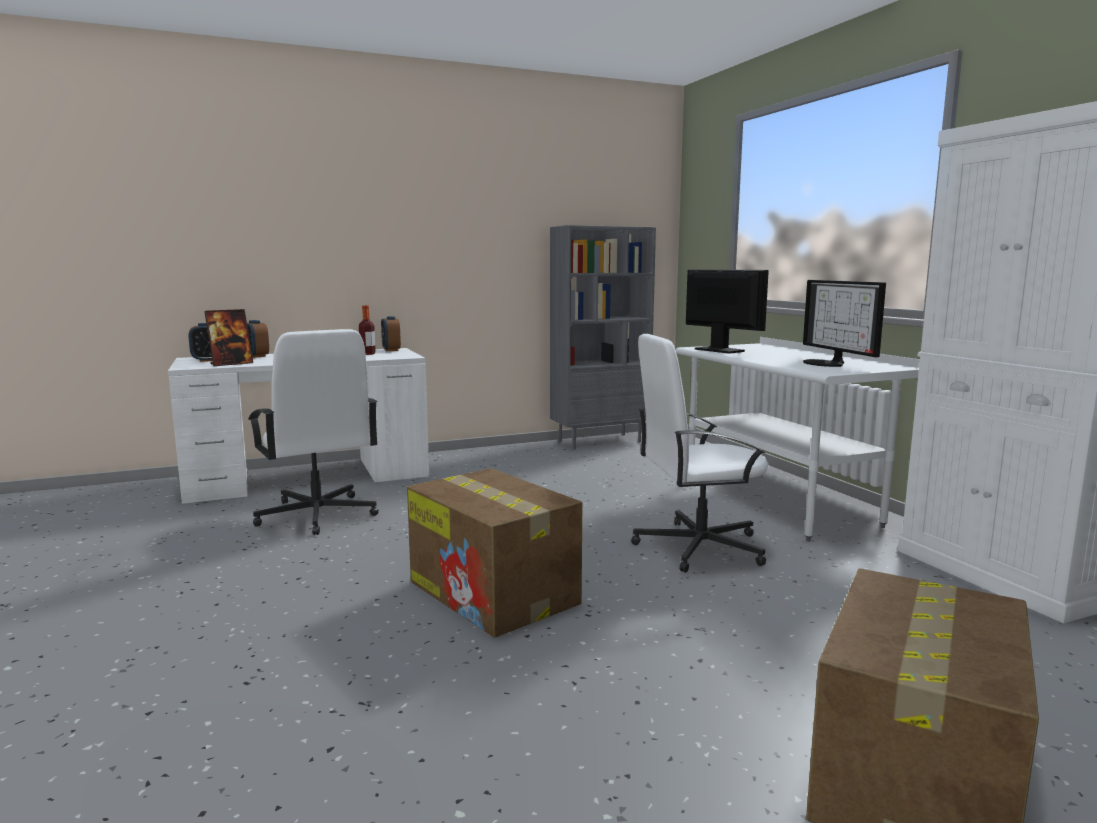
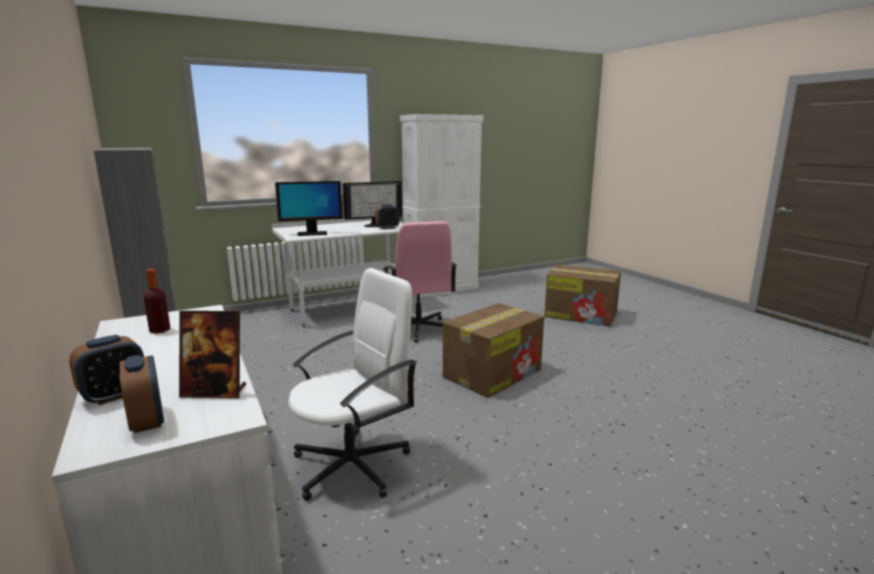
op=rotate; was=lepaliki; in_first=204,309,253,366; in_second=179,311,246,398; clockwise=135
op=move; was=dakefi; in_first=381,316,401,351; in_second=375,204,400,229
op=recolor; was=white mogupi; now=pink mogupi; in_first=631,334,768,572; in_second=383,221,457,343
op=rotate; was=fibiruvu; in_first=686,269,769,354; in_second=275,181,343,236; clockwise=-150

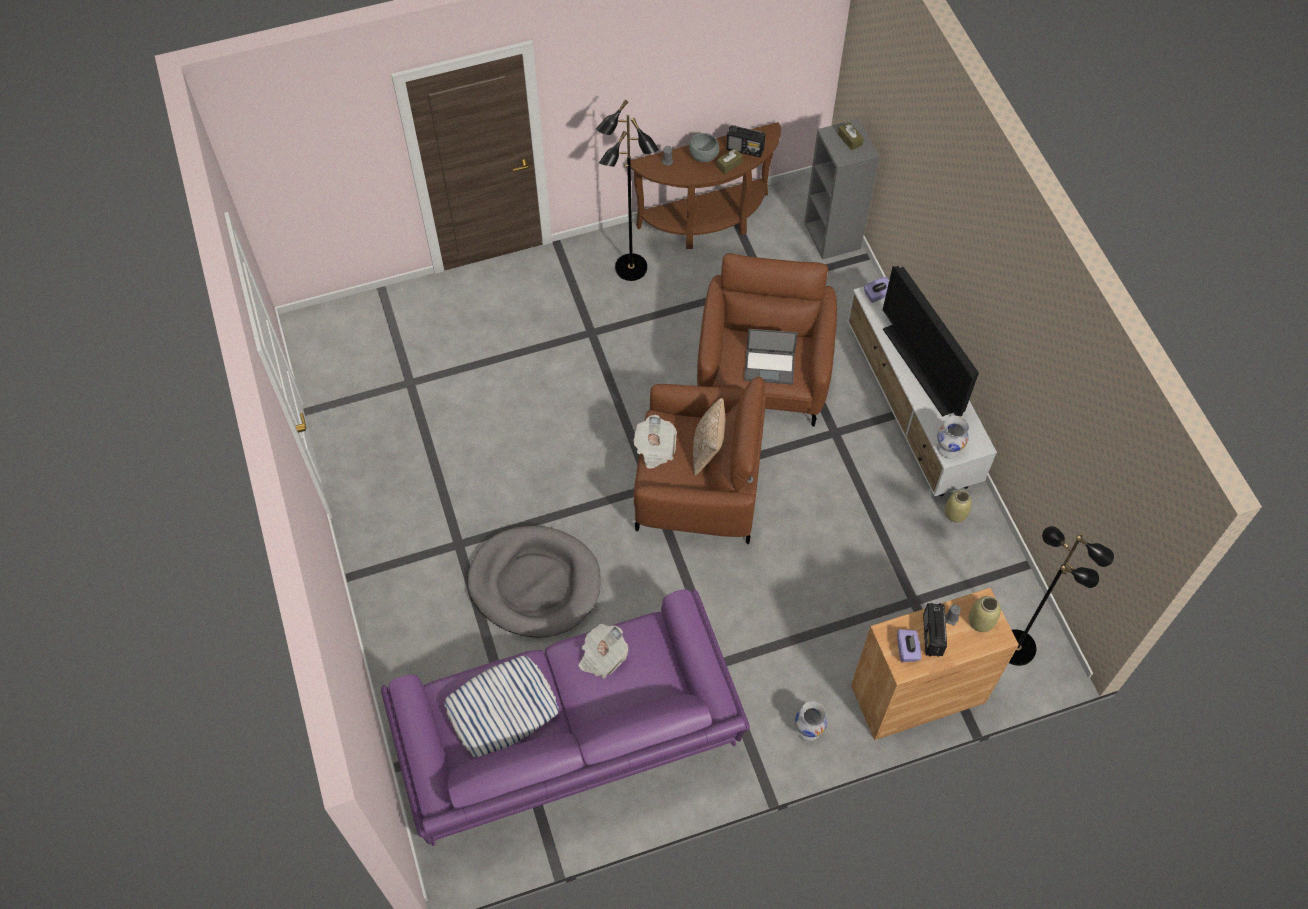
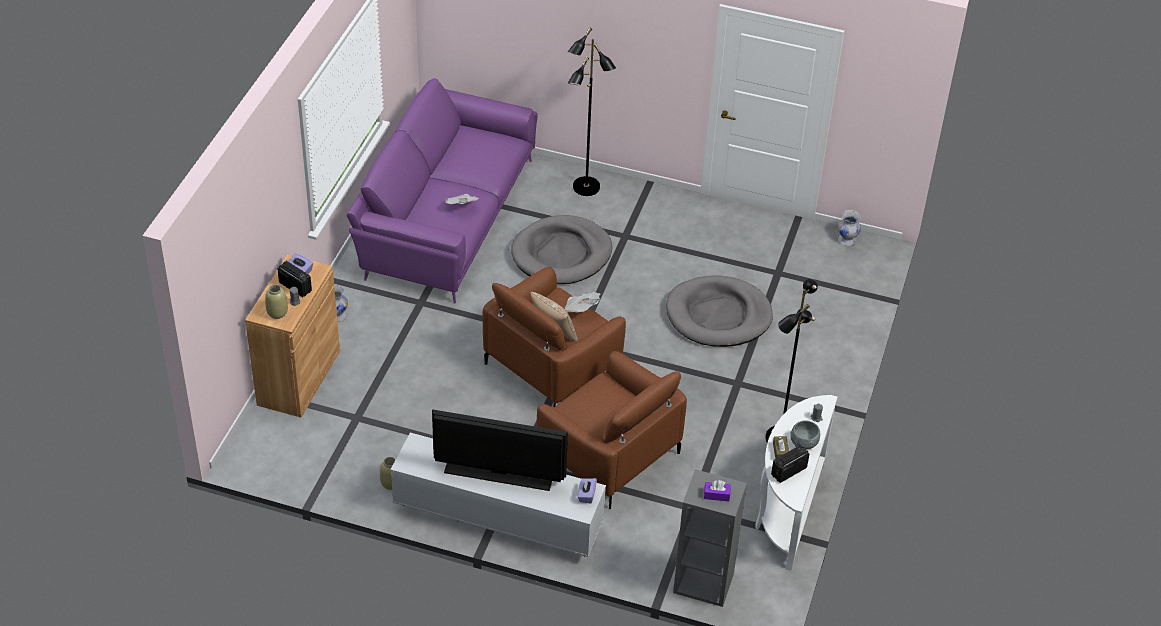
op=delete; was=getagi; in_first=444,656,559,757
op=recolor; was=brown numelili; now=white numelili; in_first=631,122,781,249; in_second=755,395,837,571
op=delete; was=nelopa; in_first=744,329,798,385
op=recolor; was=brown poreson; now=purple poreson; in_first=838,122,864,150; in_second=704,480,731,502
op=move; was=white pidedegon; in_first=937,416,969,458; in_second=838,210,861,246
op=move; was=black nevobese; in_first=1009,526,1114,666; in_second=568,27,616,196
op=insert; now=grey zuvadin; in_second=666,275,773,347

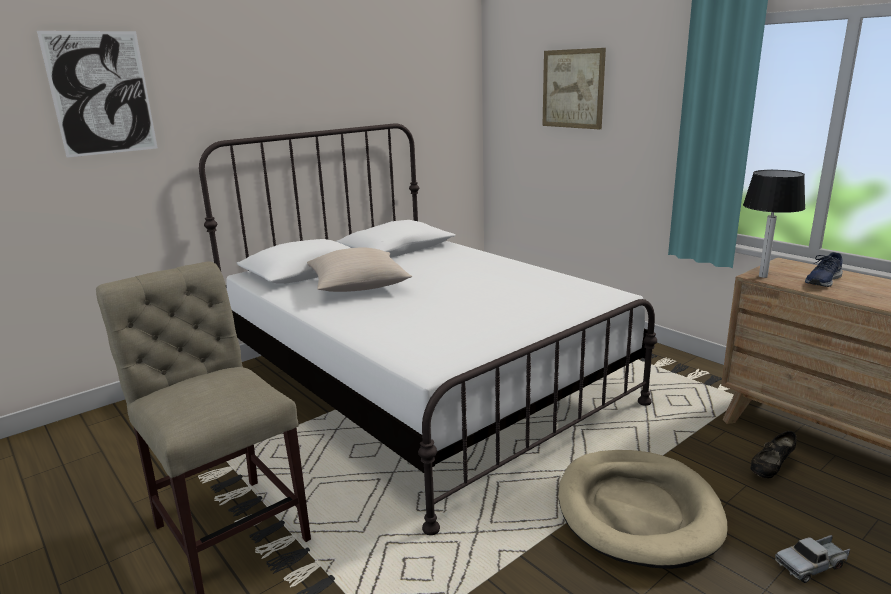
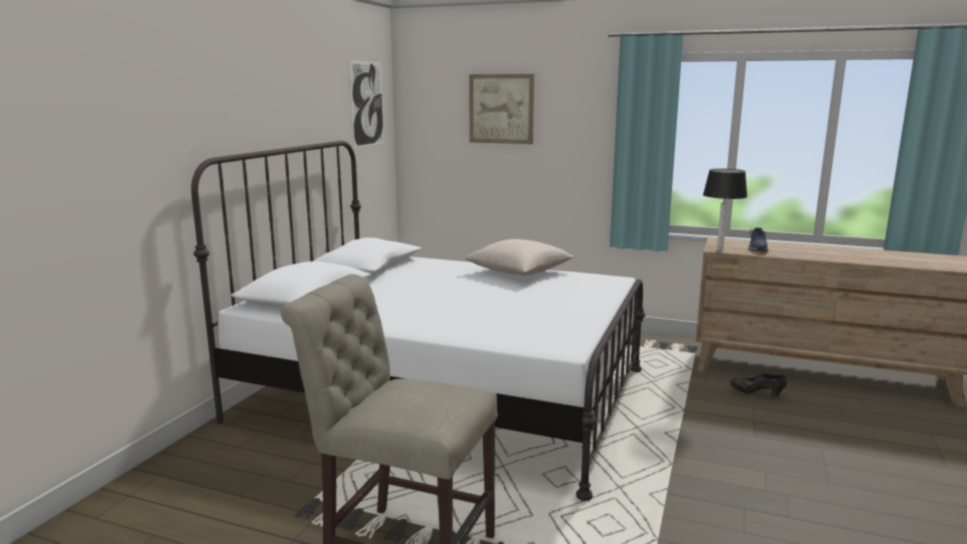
op=move; was=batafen; in_first=37,31,158,158; in_second=349,60,384,148
op=move; was=beige getagi; in_first=307,247,412,292; in_second=465,239,575,275
op=delete; was=beige zuvadin; in_first=558,450,728,569
op=rotate; was=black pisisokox; in_first=750,431,797,479; in_second=730,373,787,397; clockwise=90
op=delete; was=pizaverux; in_first=775,535,850,583

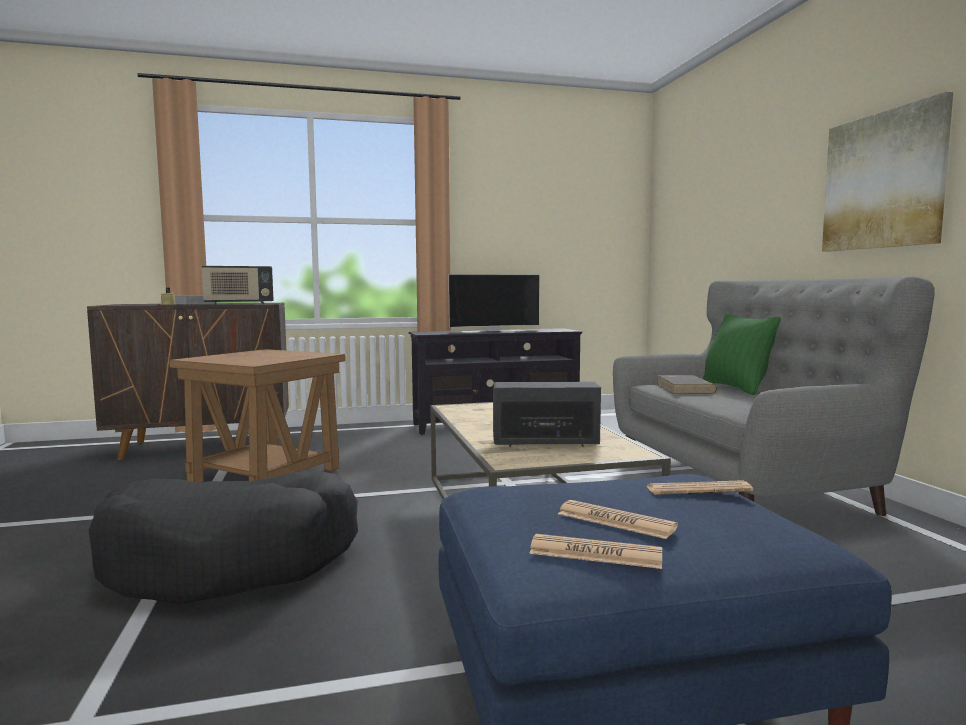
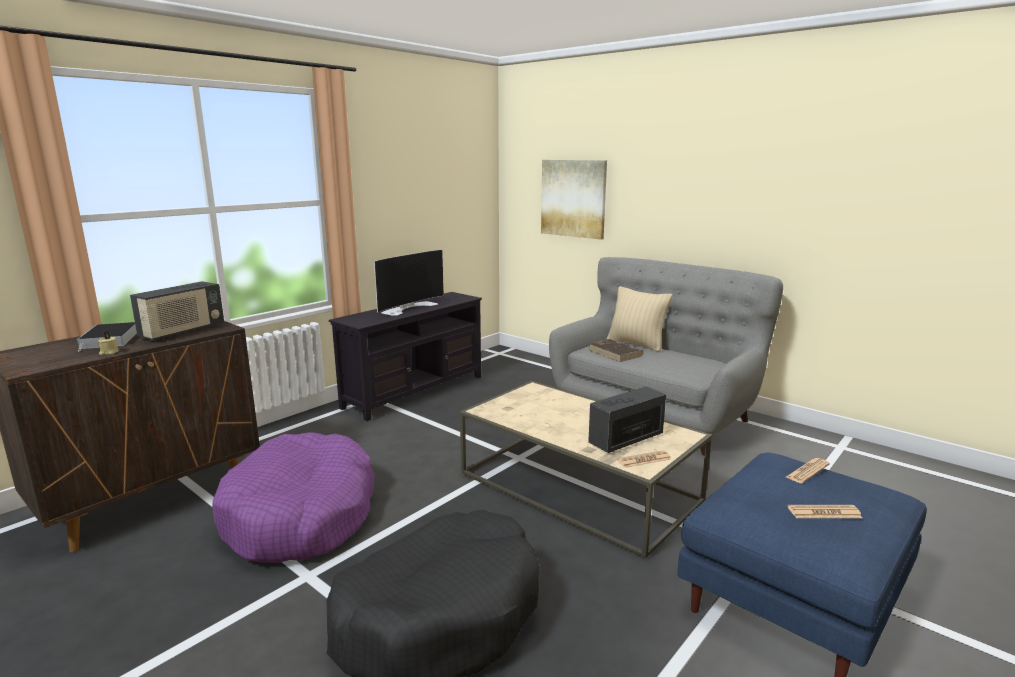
op=replace; was=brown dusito; now=purple zuvadin; in_first=169,349,345,483; in_second=212,432,375,563
op=move; was=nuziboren; in_first=529,534,662,569; in_second=617,450,671,468
op=recolor; was=green getagi; now=beige getagi; in_first=703,314,781,395; in_second=607,286,672,352
op=move; was=batafen; in_first=822,92,953,252; in_second=541,160,607,240

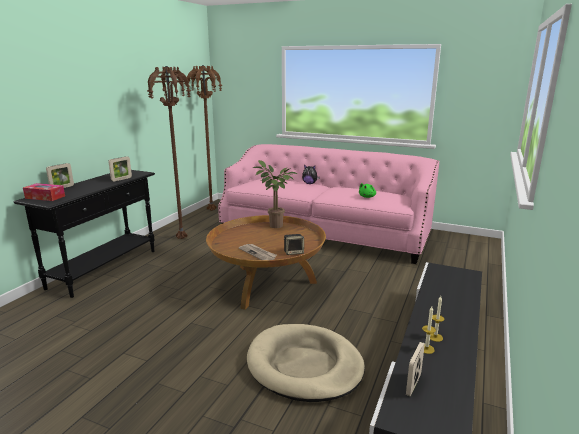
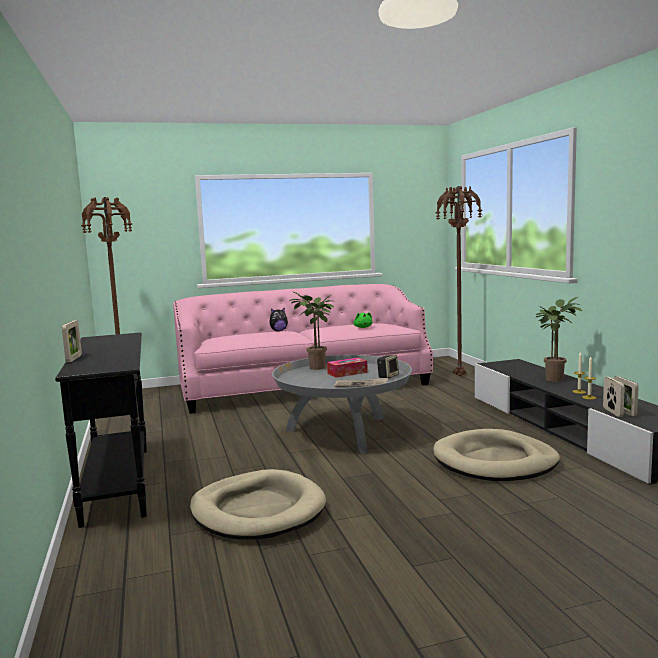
op=move; was=poreson; in_first=23,183,65,201; in_second=327,358,368,378
op=move; was=lepaliki; in_first=108,156,132,181; in_second=603,377,625,417
op=move; was=brown nevobese; in_first=147,66,191,239; in_second=436,186,483,376
op=recolor; was=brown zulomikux; now=grey zulomikux; in_first=206,215,326,310; in_second=272,355,412,454
op=insert; now=beige zuvadin; in_second=190,469,326,540
op=insert; now=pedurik; in_second=536,297,582,382

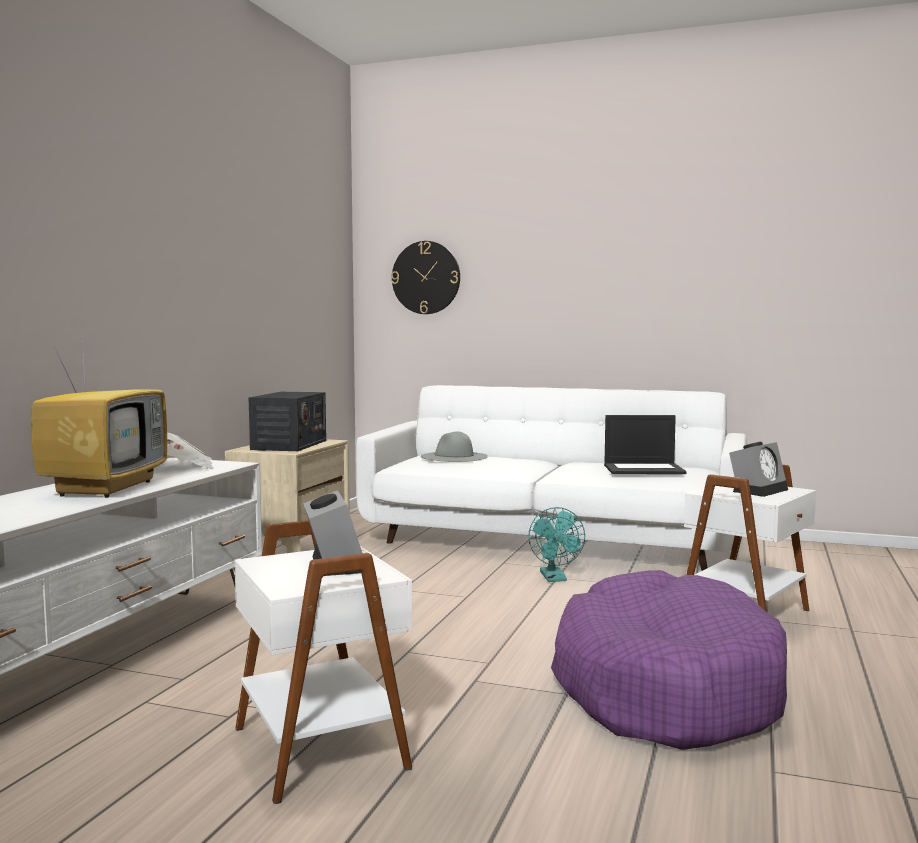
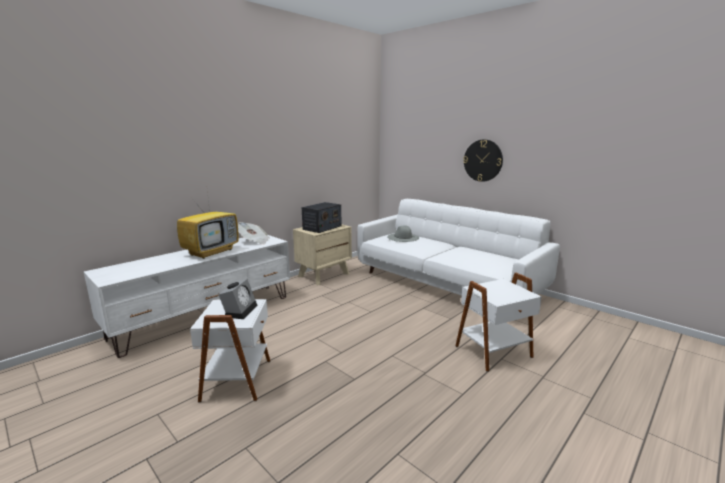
op=move; was=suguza; in_first=391,241,460,314; in_second=463,139,503,182
op=delete; was=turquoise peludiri; in_first=528,507,585,582
op=delete; was=purple zuvadin; in_first=551,570,787,750
op=delete; was=nelopa; in_first=604,415,687,474
op=delete; was=dakefi; in_first=729,442,788,497

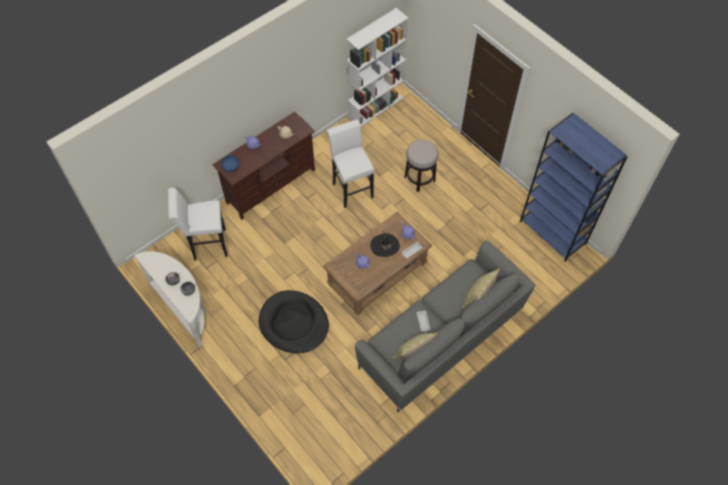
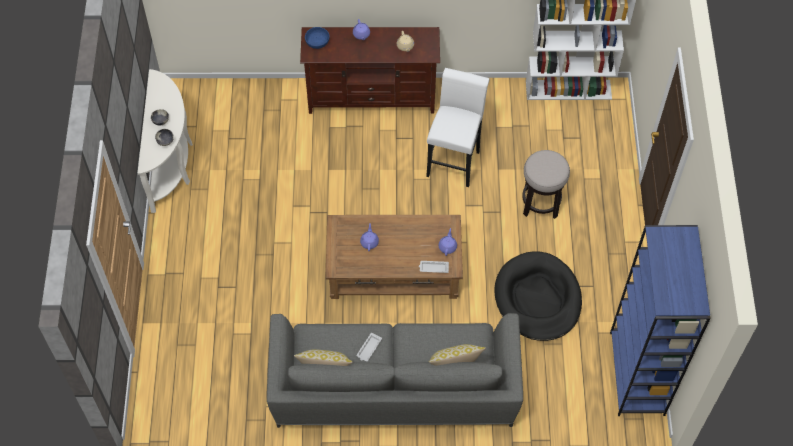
op=delete; was=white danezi; in_first=168,188,228,261
op=move; was=black zuvadin; in_first=259,290,329,353; in_second=494,251,582,341
op=delete; was=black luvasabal; in_first=370,231,400,257

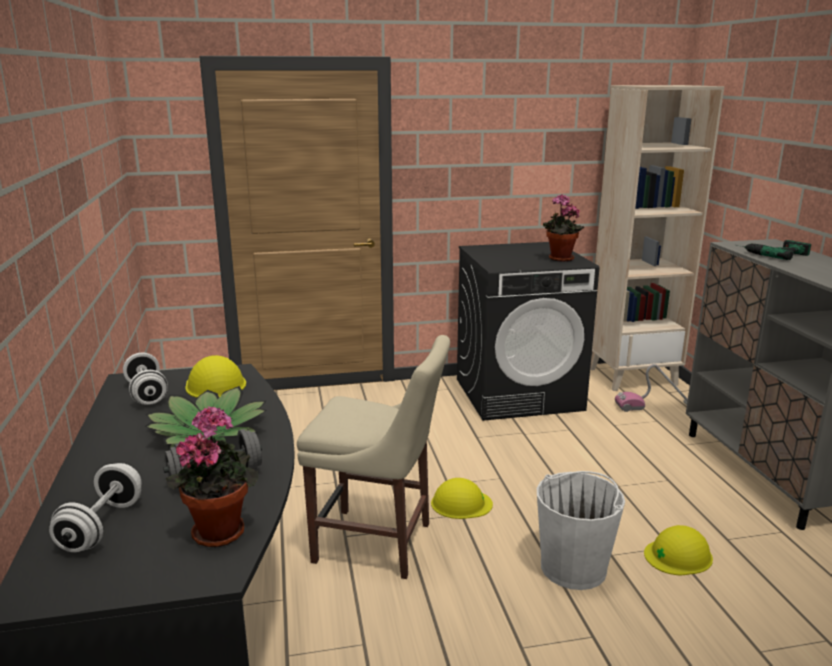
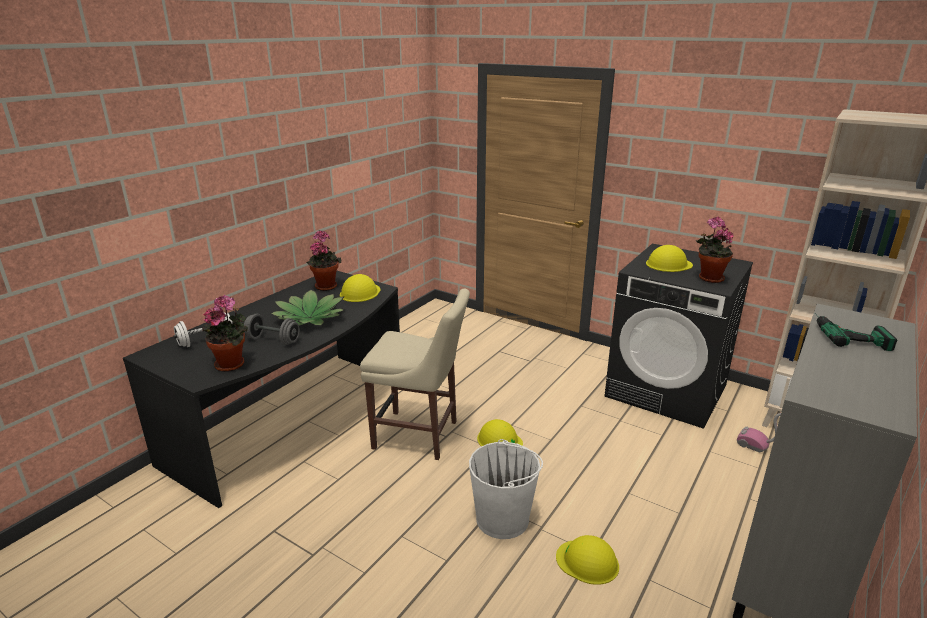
op=replace; was=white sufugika; now=pedurik; in_first=123,352,168,405; in_second=306,230,342,291
op=rotate; was=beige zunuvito; in_first=297,335,450,579; in_second=360,289,470,460; clockwise=-45
op=insert; now=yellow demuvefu; in_second=646,245,693,272

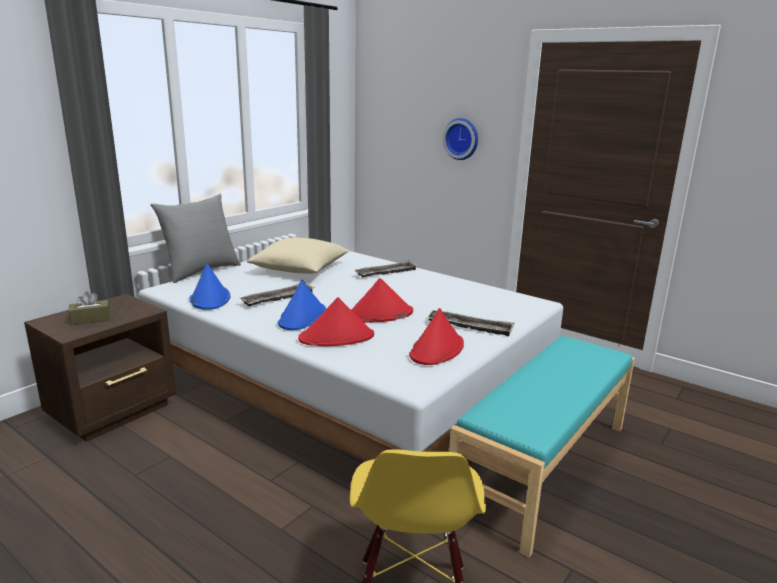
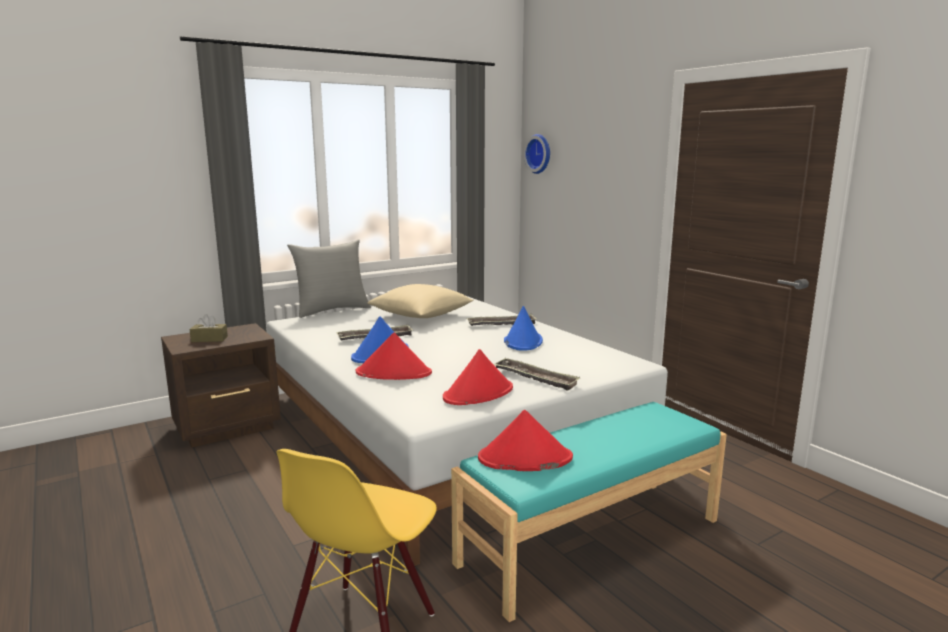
op=move; was=blue luvasabal; in_first=190,263,230,310; in_second=504,306,543,351
op=move; was=red luvasabal; in_first=351,278,413,323; in_second=478,410,573,471
op=move; was=suguza; in_first=443,118,478,160; in_second=524,134,550,174

